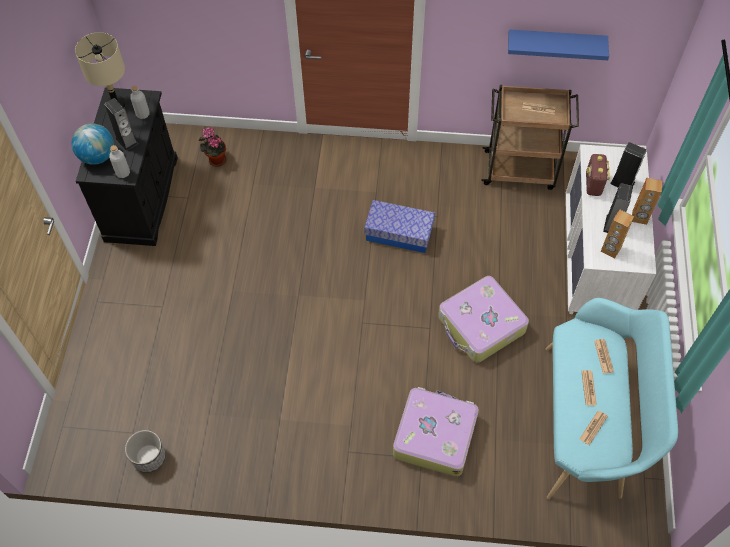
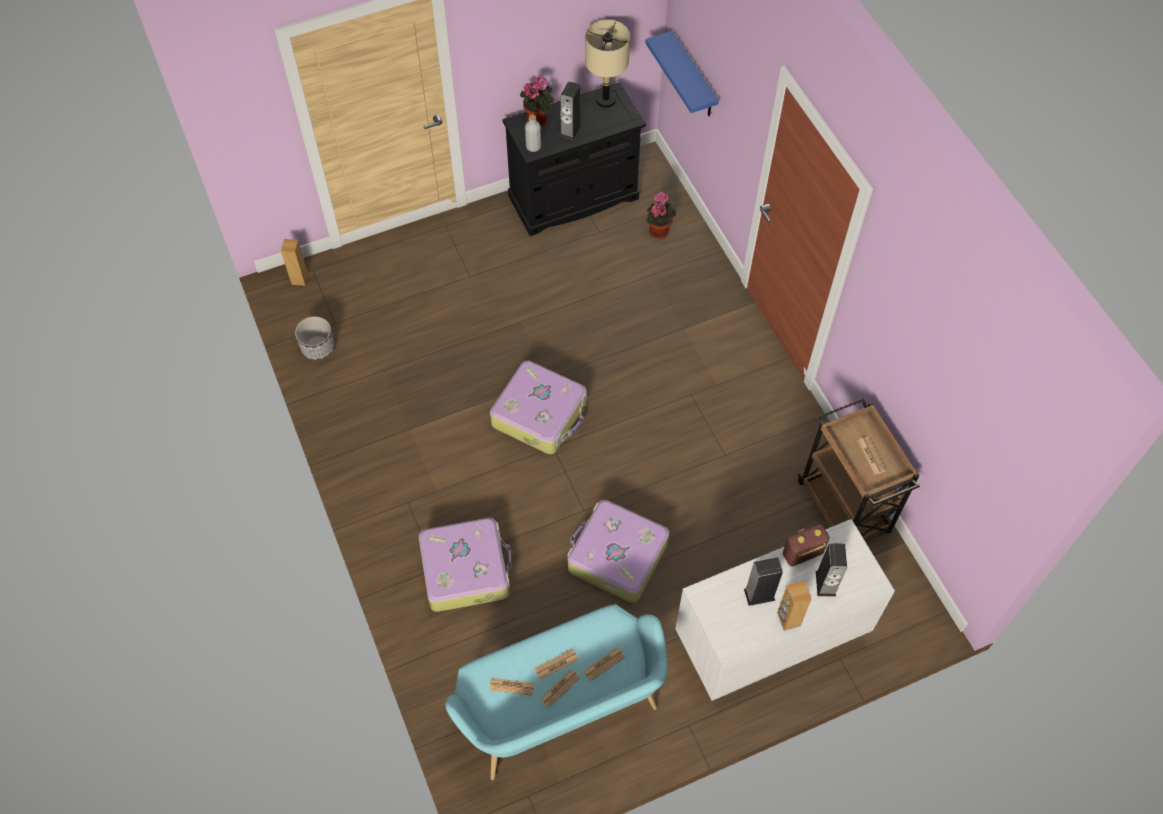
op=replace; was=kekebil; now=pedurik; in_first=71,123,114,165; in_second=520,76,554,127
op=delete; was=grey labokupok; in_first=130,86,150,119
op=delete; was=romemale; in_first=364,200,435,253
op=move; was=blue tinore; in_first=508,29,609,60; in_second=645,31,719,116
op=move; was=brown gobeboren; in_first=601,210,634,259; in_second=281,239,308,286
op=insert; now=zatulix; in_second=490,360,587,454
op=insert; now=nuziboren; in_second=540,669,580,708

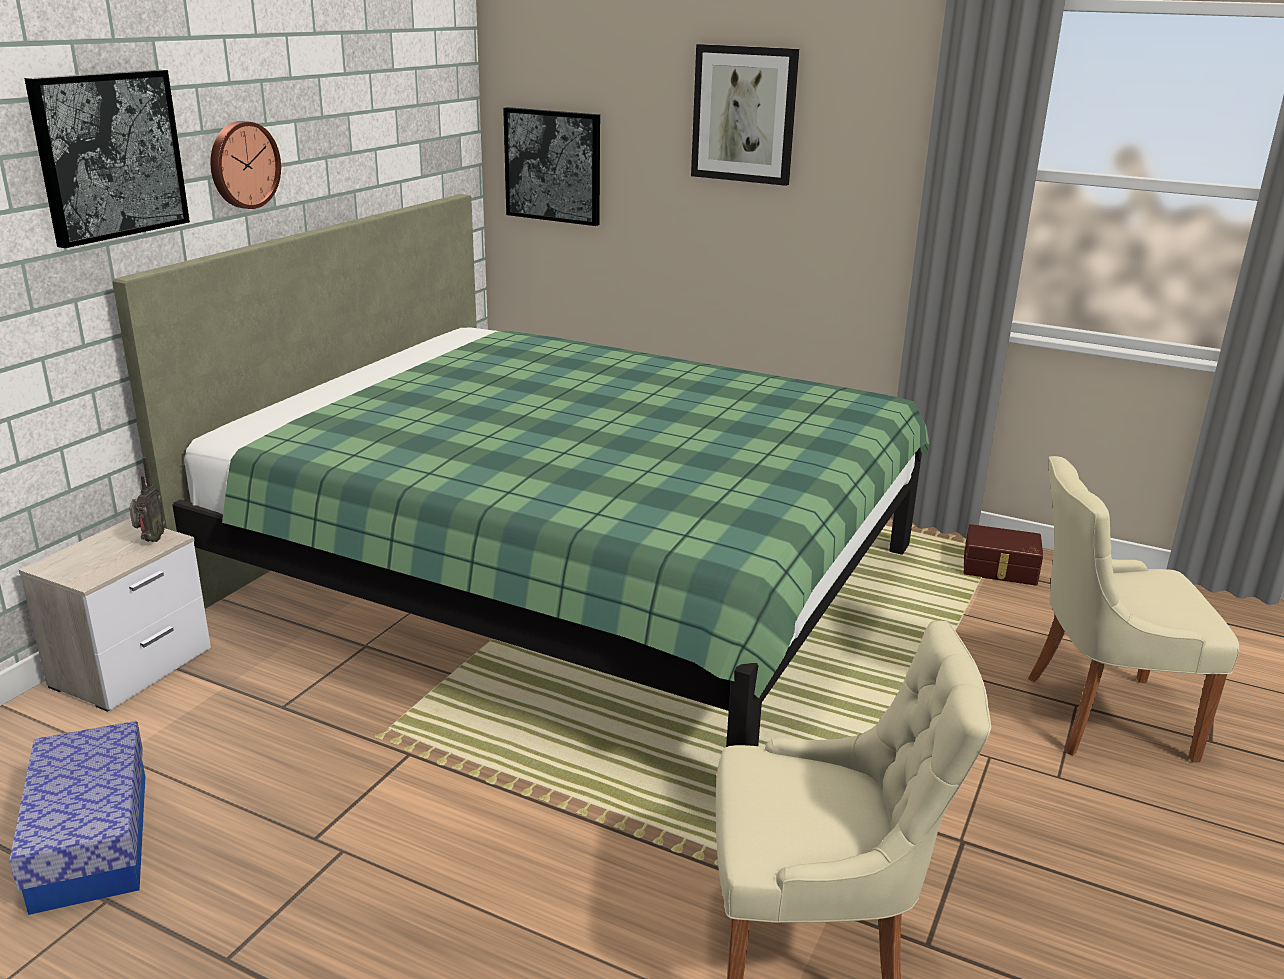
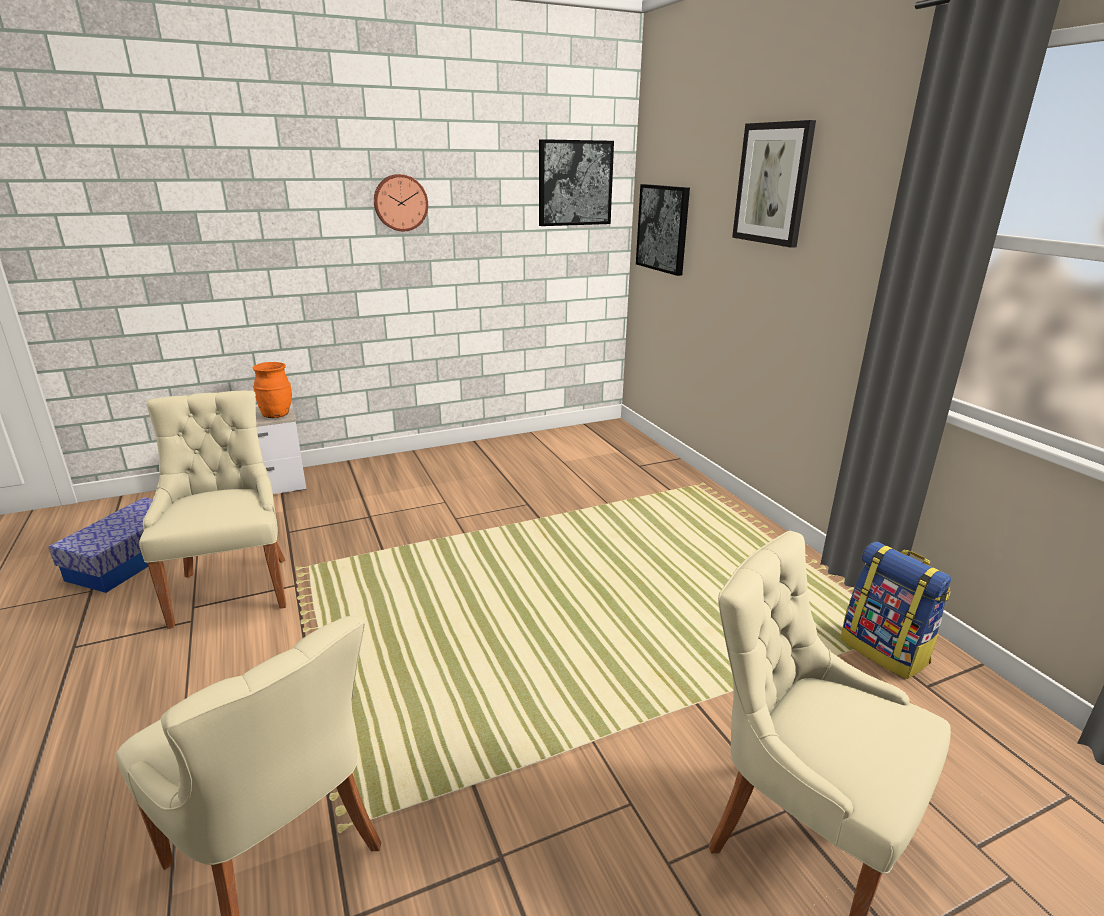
op=move; was=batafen; in_first=24,70,190,248; in_second=539,139,614,226
op=delete; was=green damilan; in_first=112,194,930,747
op=replace; was=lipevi; now=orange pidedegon; in_first=129,457,165,542; in_second=253,362,292,418
op=replace; was=brown romemale; now=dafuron; in_first=964,524,1043,586; in_second=841,542,951,679
op=insert; now=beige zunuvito; in_second=139,391,286,629

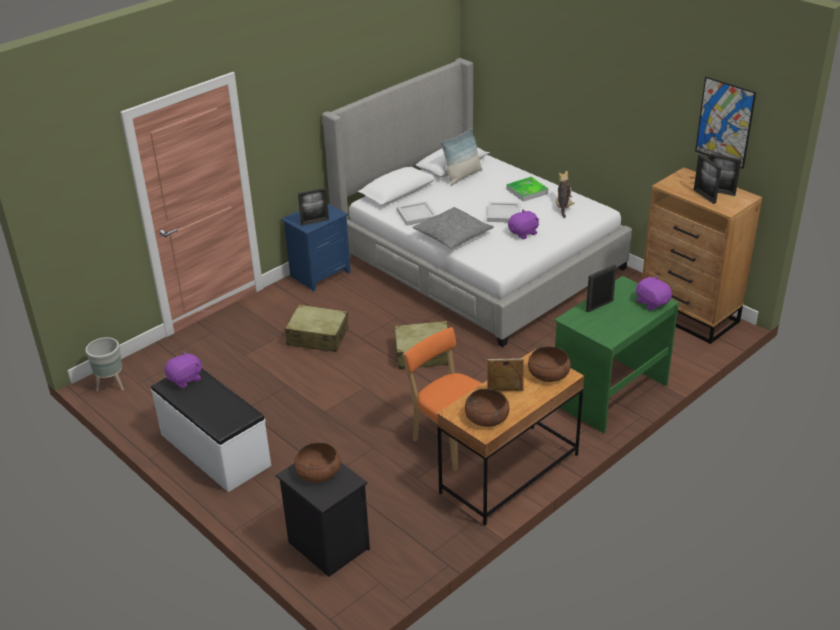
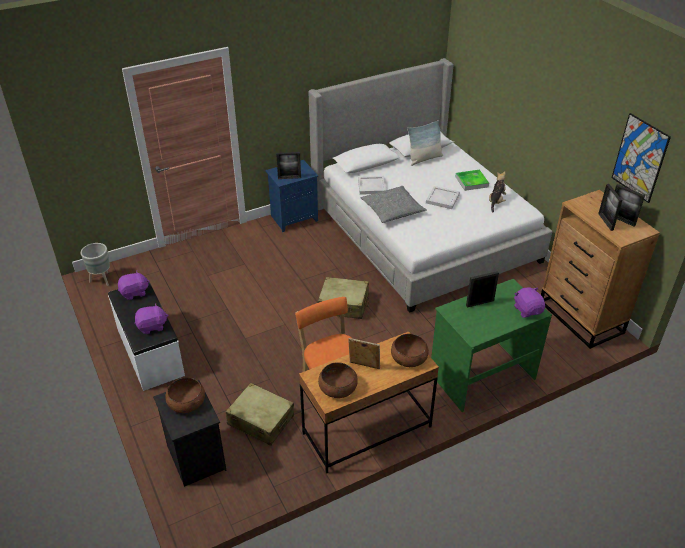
op=move; was=beige zatulix; in_first=285,304,348,352; in_second=226,383,294,446
op=move; was=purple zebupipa; in_first=508,209,539,239; in_second=135,303,168,334

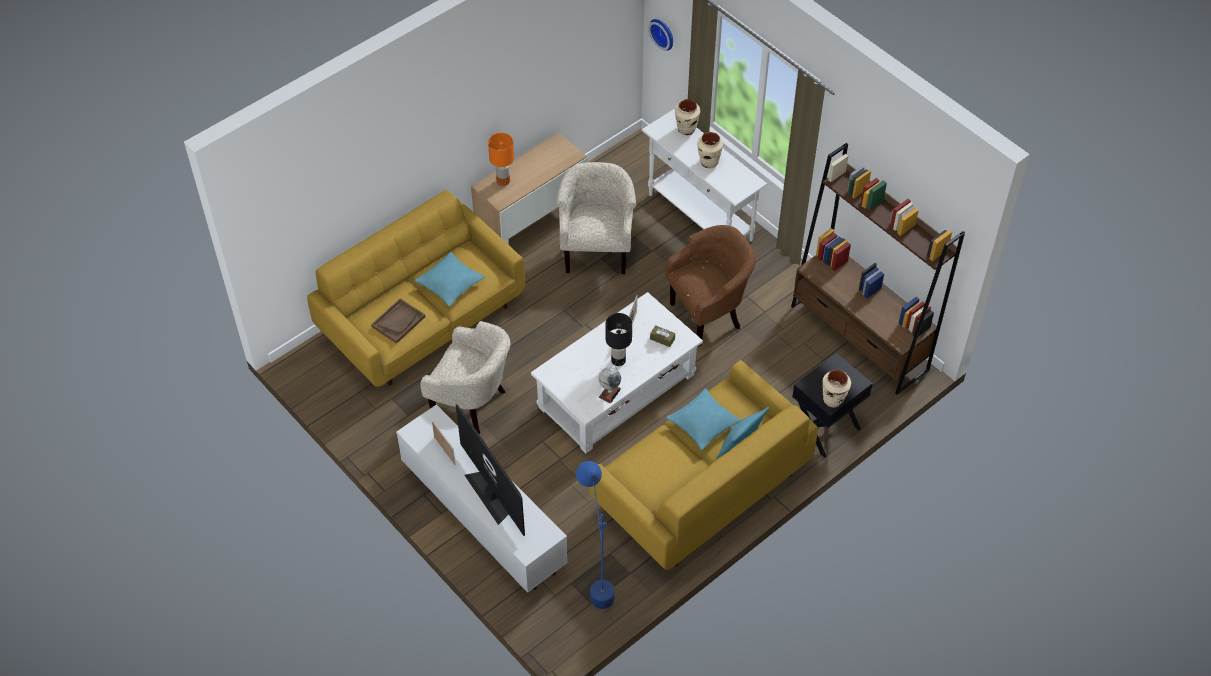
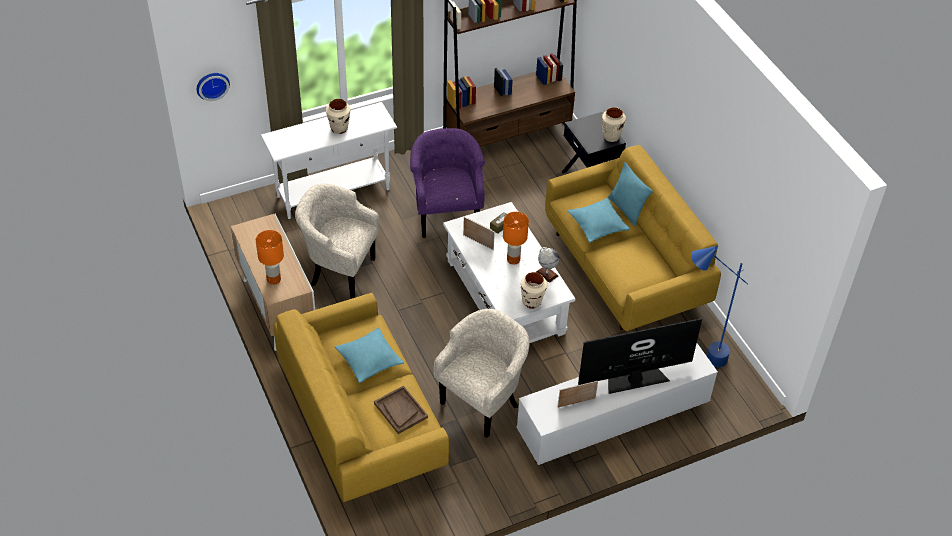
op=recolor; was=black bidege; now=orange bidege; in_first=606,313,632,366; in_second=503,212,529,265
op=recolor; was=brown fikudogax; now=purple fikudogax; in_first=665,225,756,347; in_second=410,128,485,238
op=move; was=beige pidedegon; in_first=675,99,700,135; in_second=521,272,547,309

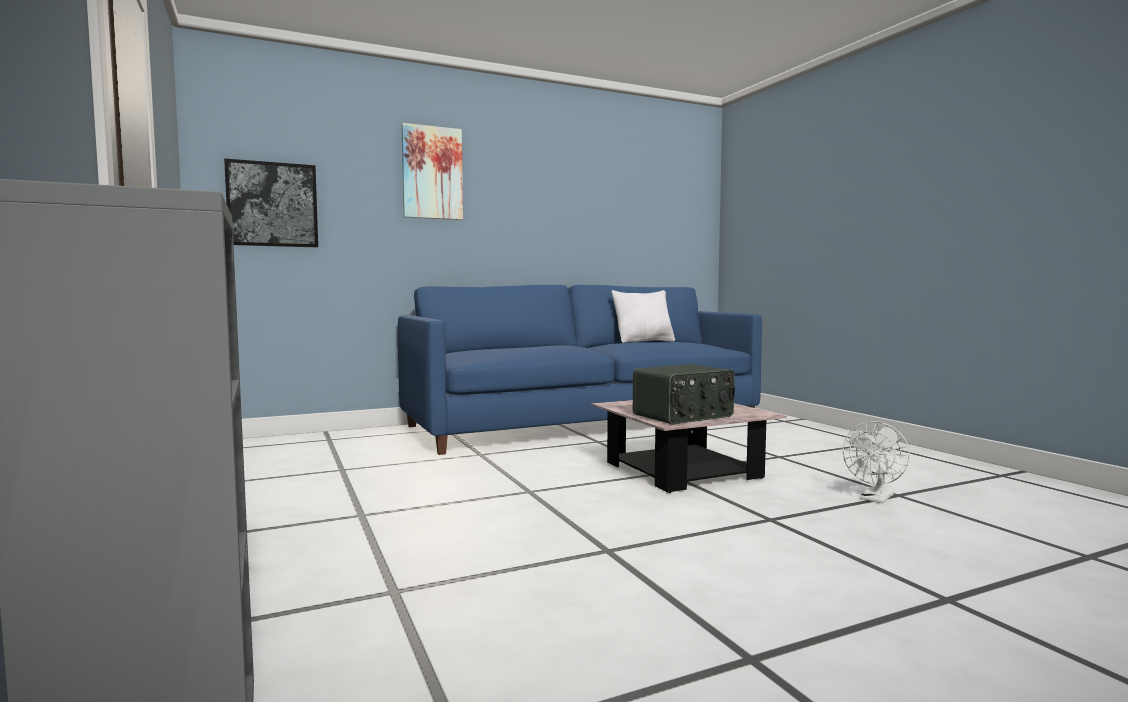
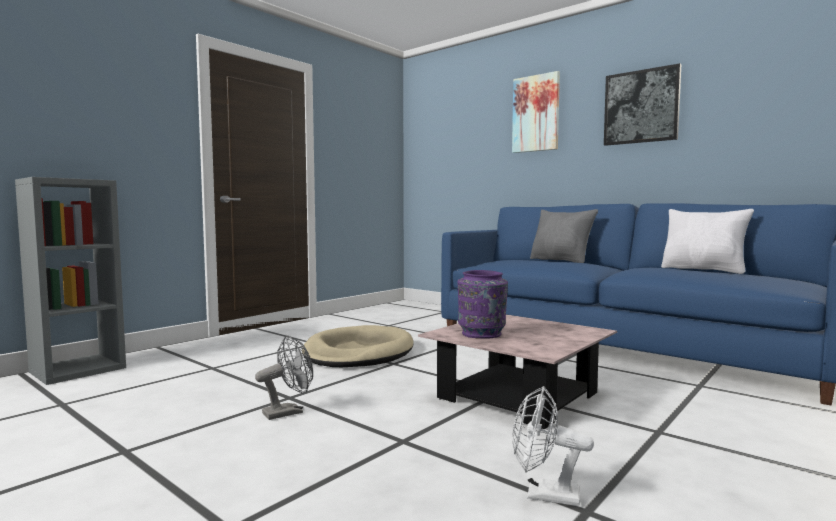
op=move; was=batafen; in_first=224,158,318,247; in_second=604,63,681,146
op=replace; was=lipevi; now=purple pidedegon; in_first=633,364,735,424; in_second=457,270,508,339
op=insert; now=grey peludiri; in_second=255,335,313,420
op=insert; now=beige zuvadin; in_second=302,325,413,367
op=insert; now=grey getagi; in_second=530,209,598,263

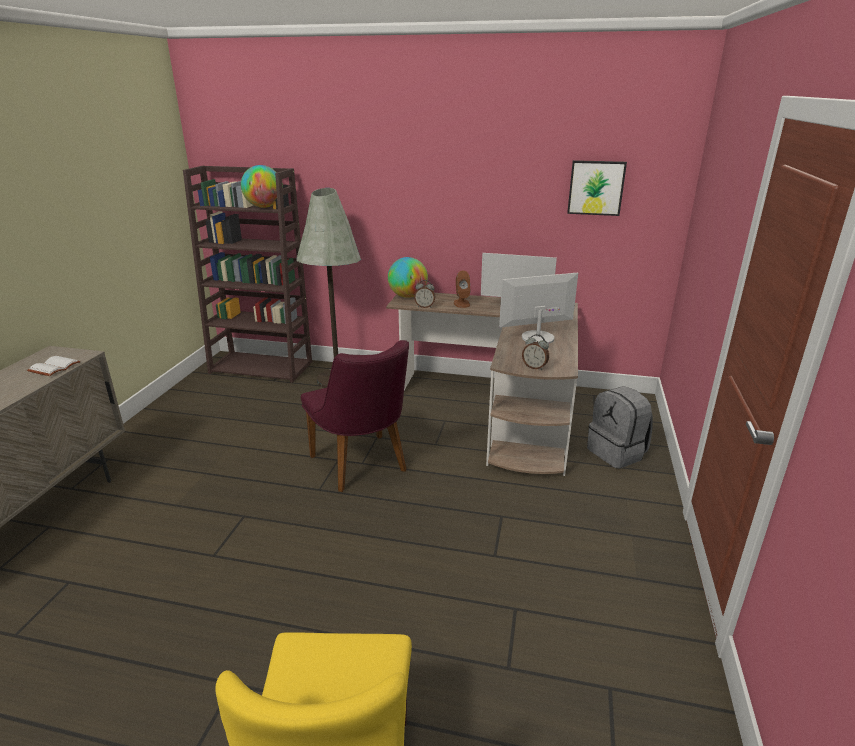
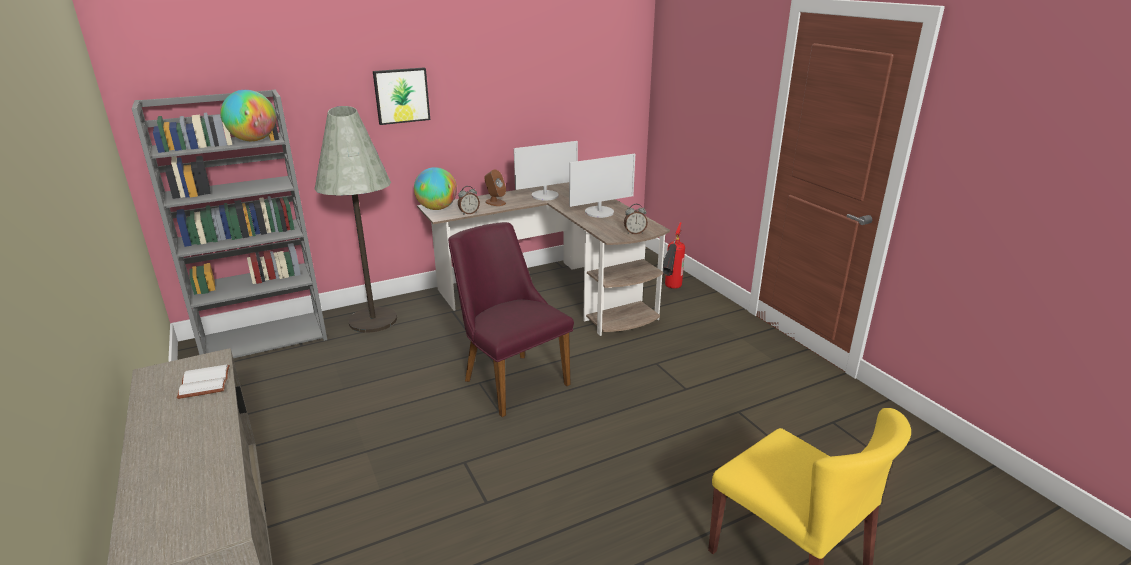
op=recolor; was=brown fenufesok; now=grey fenufesok; in_first=183,166,312,383; in_second=132,90,327,358
op=rotate; was=purple zunuvito; in_first=301,340,409,492; in_second=448,222,574,417; clockwise=-150
op=rotate; was=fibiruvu; in_first=499,273,578,344; in_second=569,154,635,218; clockwise=-150
op=move; was=batafen; in_first=567,160,627,216; in_second=373,67,430,125
op=replace; was=grey dafuron; now=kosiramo; in_first=587,386,653,469; in_second=663,222,685,289

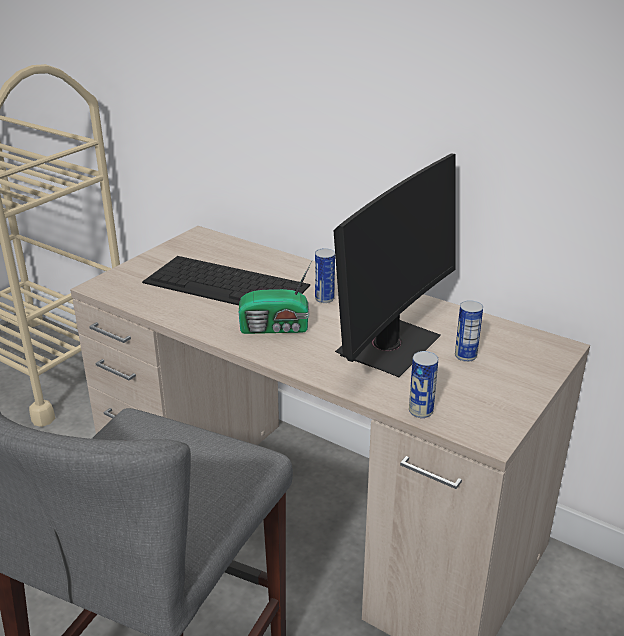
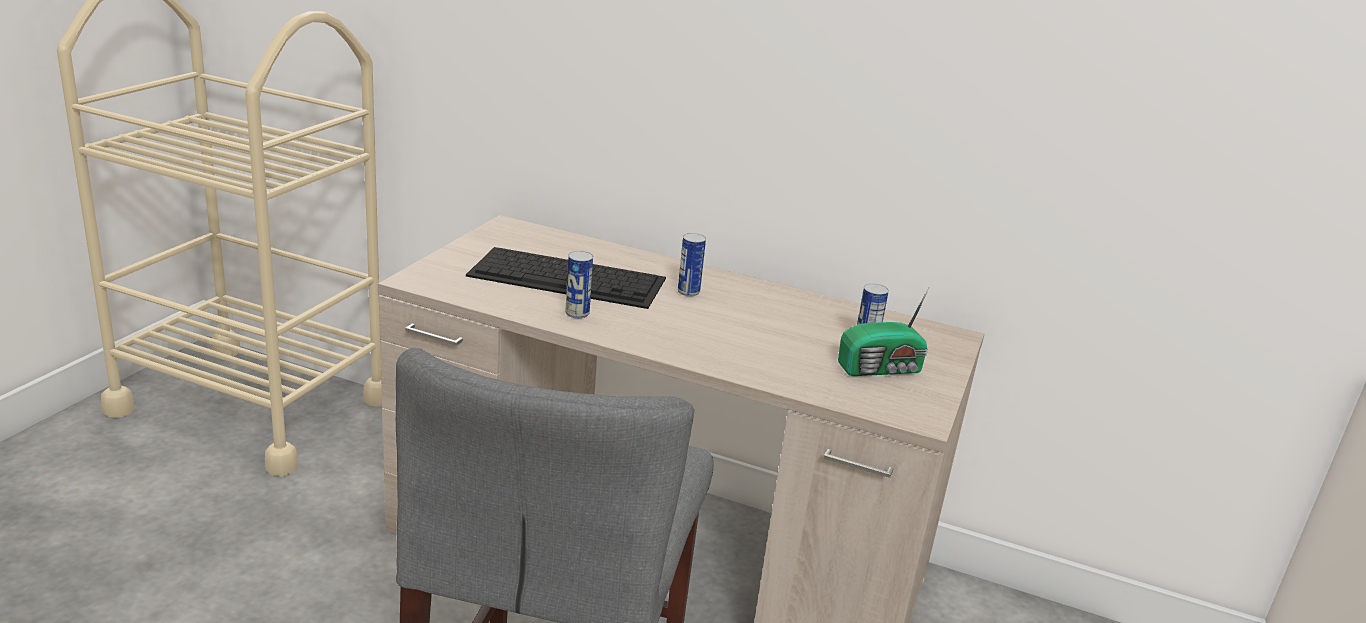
op=move; was=lipevi; in_first=239,261,312,334; in_second=838,287,930,376
op=delete; was=fibiruvu; in_first=333,153,456,377
op=move; was=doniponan; in_first=409,351,438,418; in_second=565,251,593,318

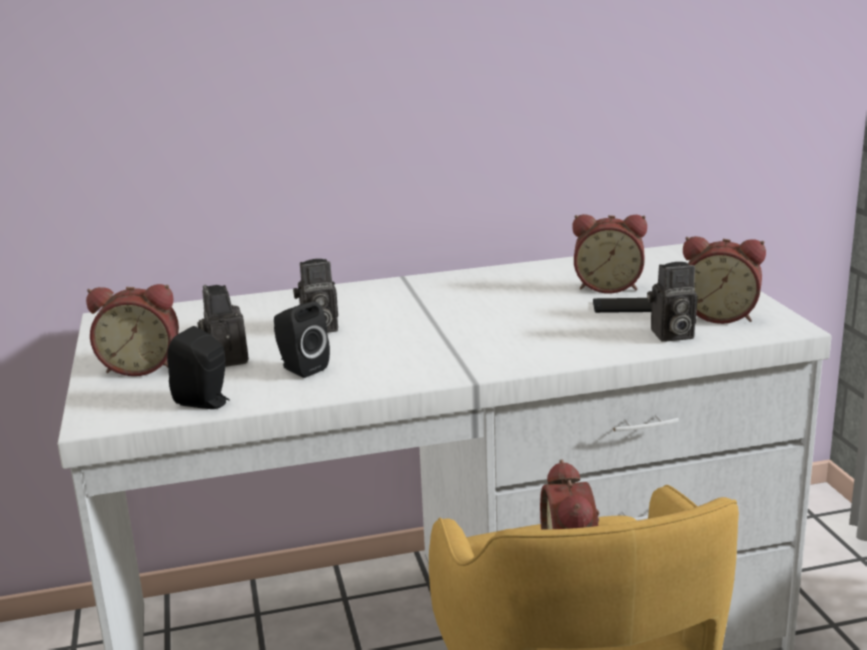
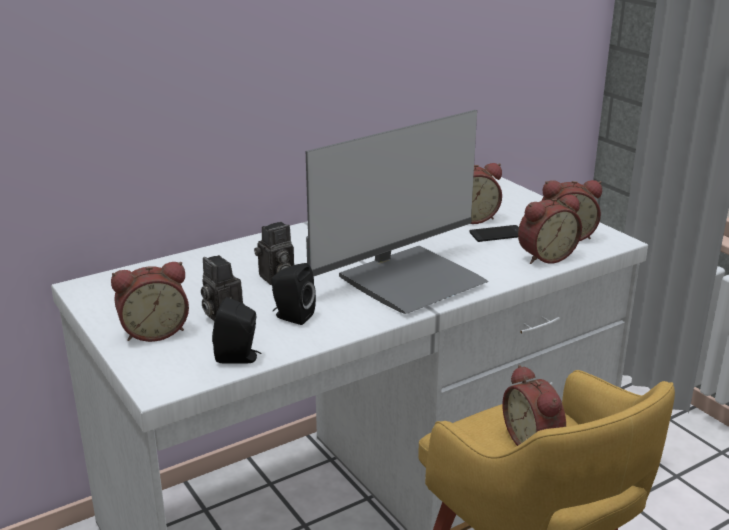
op=replace; was=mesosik; now=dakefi; in_first=647,262,697,342; in_second=518,194,582,264
op=insert; now=fibiruvu; in_second=306,110,489,314

